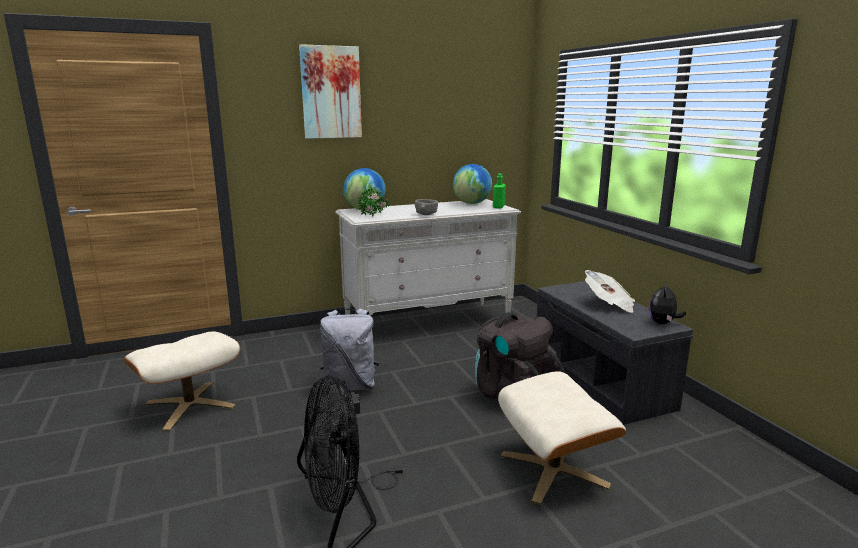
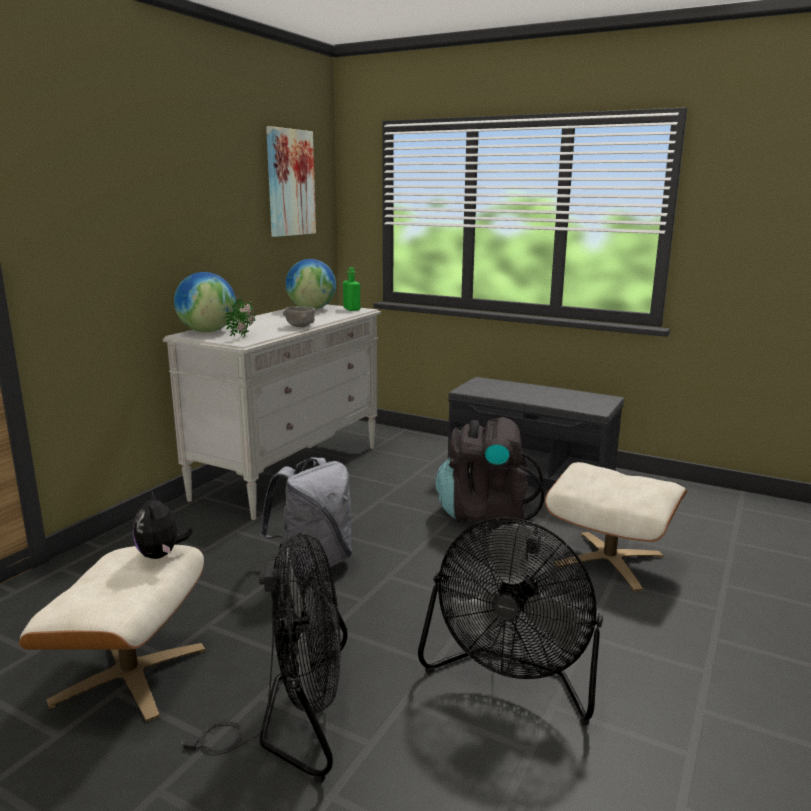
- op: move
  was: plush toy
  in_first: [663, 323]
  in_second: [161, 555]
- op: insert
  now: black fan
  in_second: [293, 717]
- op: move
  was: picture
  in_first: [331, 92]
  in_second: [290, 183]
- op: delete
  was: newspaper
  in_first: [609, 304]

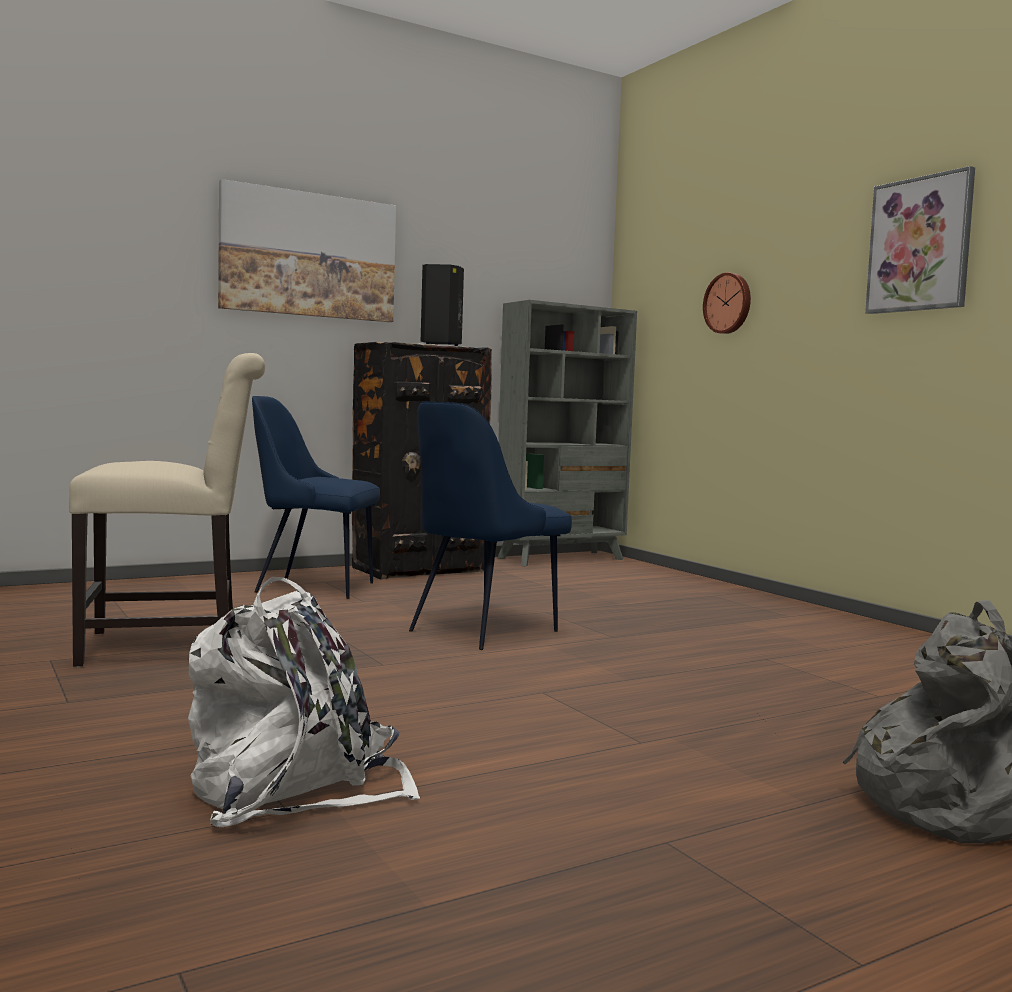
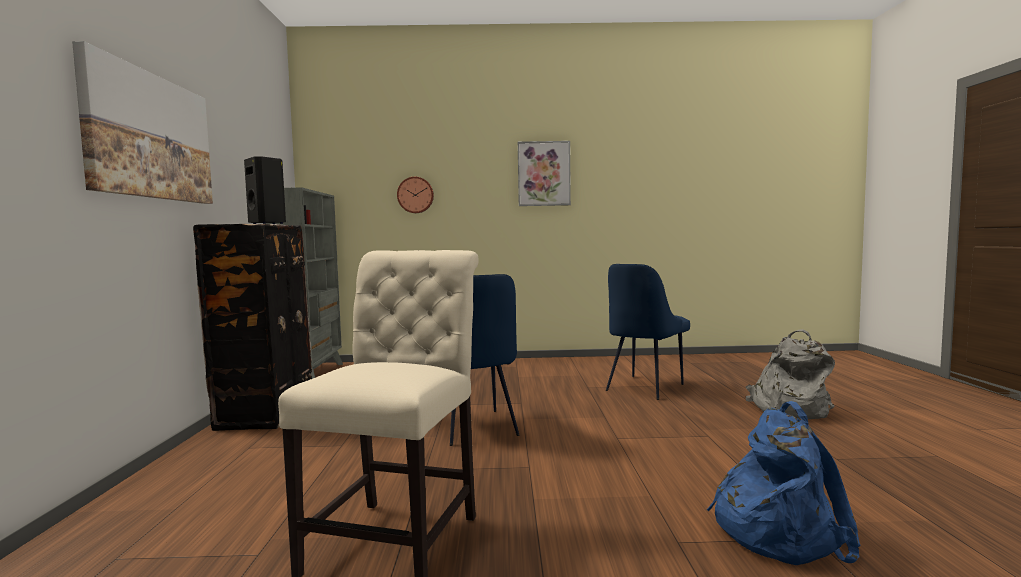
- op: move
  was: blue chair
  in_first: [314, 587]
  in_second: [645, 388]
- op: recolor
  was: white backpack
  now: blue backpack
  in_first: [294, 788]
  in_second: [777, 530]

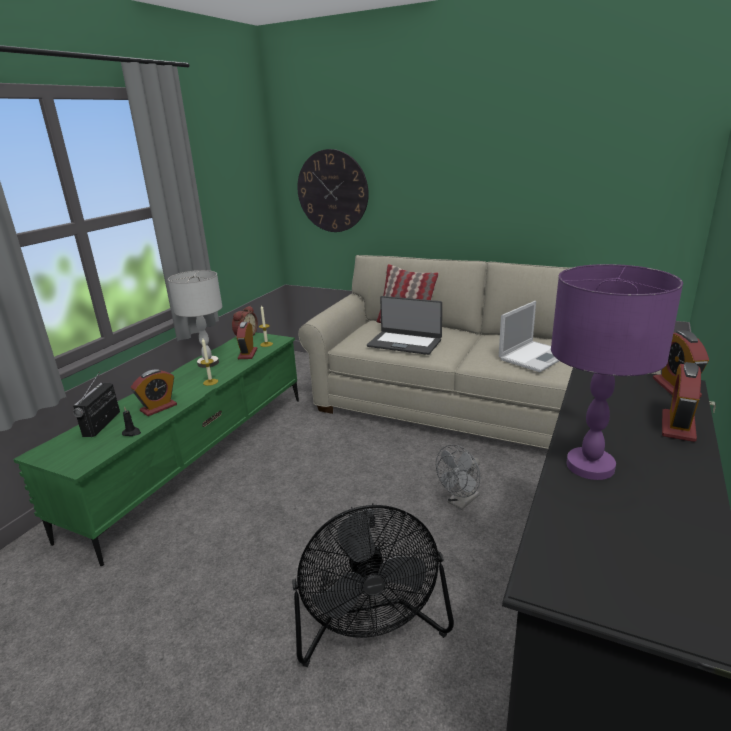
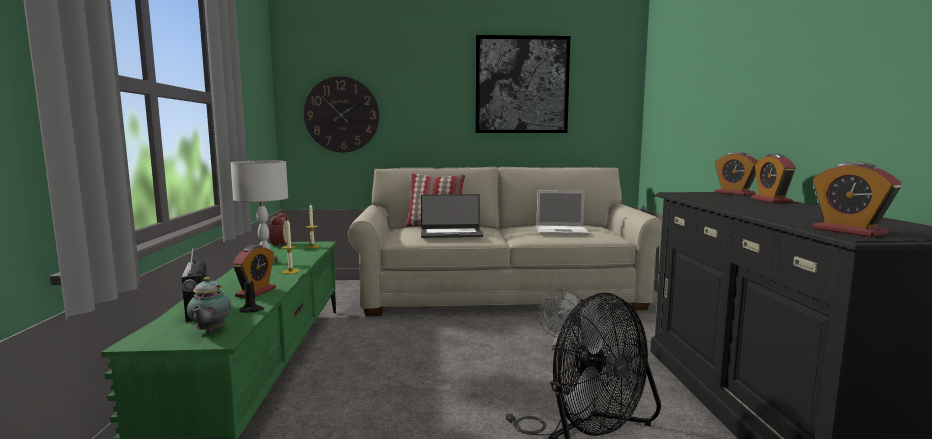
- op: insert
  now: teapot
  in_second: [210, 331]
- op: insert
  now: picture
  in_second: [521, 85]
- op: rotate
  was: laptop
  in_first: [535, 356]
  in_second: [563, 231]
  clockwise: 75
- op: move
  was: alarm clock
  in_first: [247, 354]
  in_second: [848, 231]
- op: delete
  was: purple table lamp
  in_first: [589, 466]

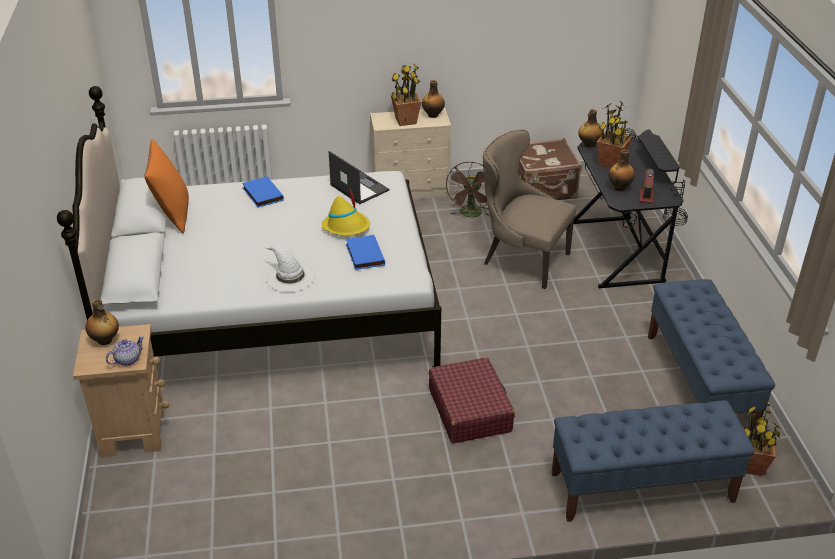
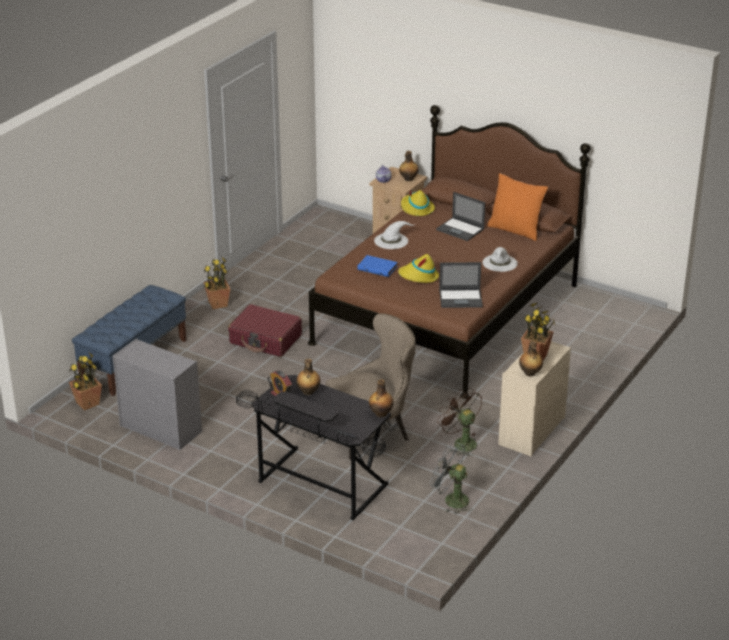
- op: replace
  was: blue bench
  now: grey dresser
  in_first: [699, 383]
  in_second: [160, 428]
- op: move
  was: potted plant
  in_first: [611, 163]
  in_second: [217, 304]
- op: recolor
  was: white bed
  now: brown bed
  in_first: [273, 313]
  in_second: [447, 314]
- op: insert
  now: yellow hat
  in_second: [416, 208]
- op: replace
  was: brown suitcase
  now: grey fan
  in_first: [543, 190]
  in_second: [451, 500]
- op: insert
  now: laptop
  in_second: [460, 229]
- op: replace
  was: blue book
  now: white hat
  in_first: [261, 194]
  in_second: [500, 263]

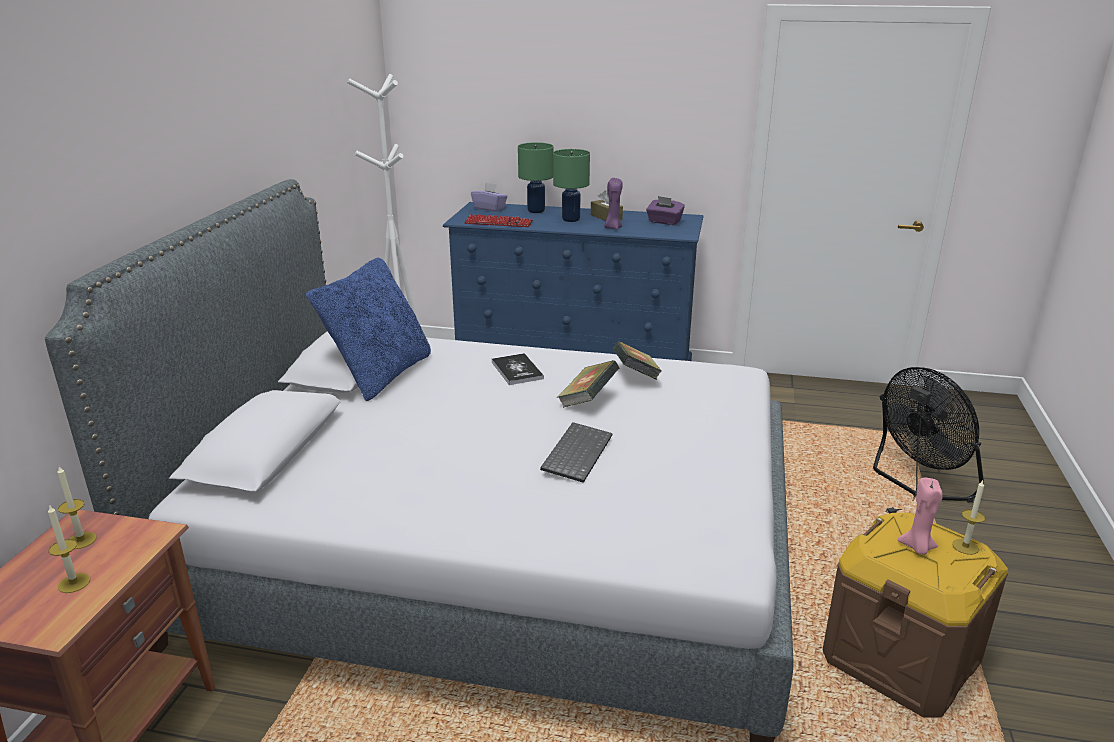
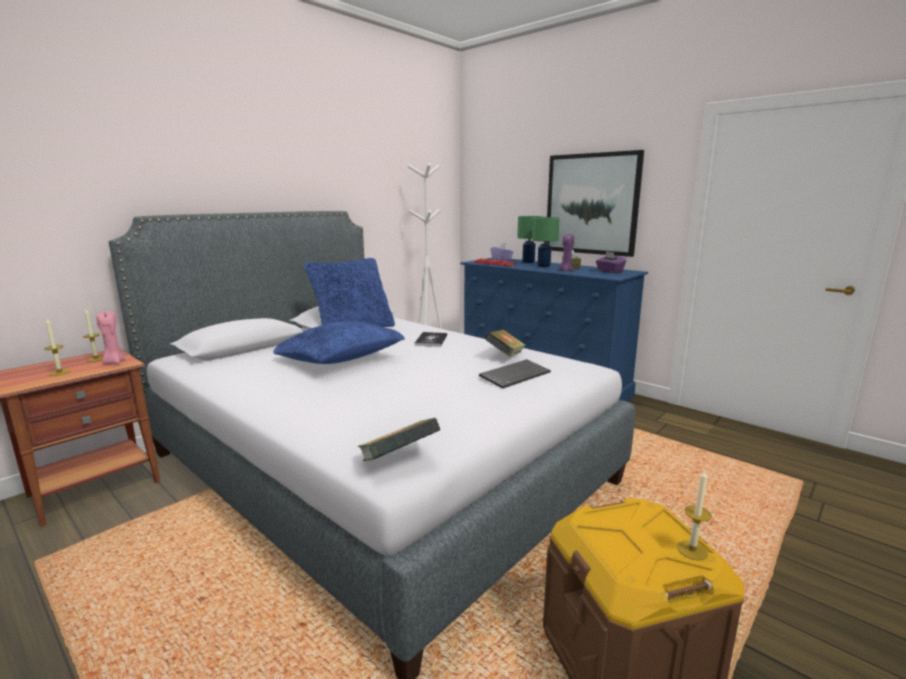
- op: move
  was: pink candle
  in_first: [917, 547]
  in_second: [114, 362]
- op: insert
  now: blue pillow
  in_second: [339, 360]
- op: move
  was: book
  in_first: [588, 400]
  in_second: [399, 460]
- op: move
  was: keyboard
  in_first: [576, 453]
  in_second: [515, 375]
- op: insert
  now: picture
  in_second: [591, 204]
- op: delete
  was: black fan
  in_first: [911, 483]

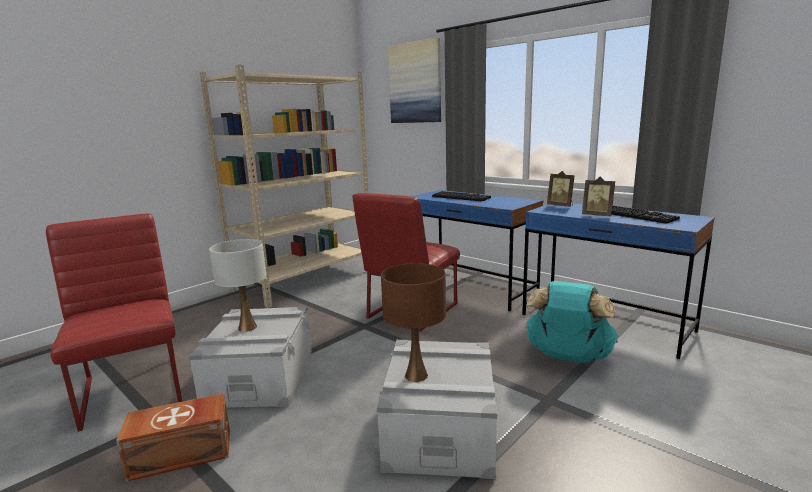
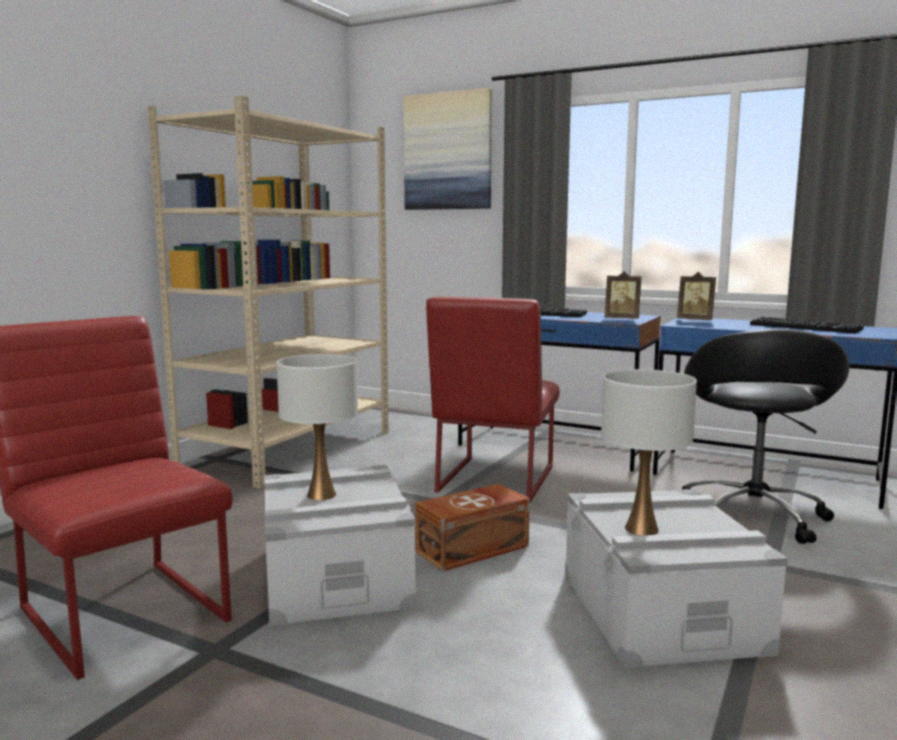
- op: move
  was: brown storage box
  in_first: [183, 454]
  in_second: [474, 549]
- op: recolor
  was: brown table lamp
  now: white table lamp
  in_first: [416, 375]
  in_second: [641, 529]
- op: move
  was: picture frame
  in_first: [597, 215]
  in_second: [622, 319]
- op: replace
  was: turquoise backpack
  now: black office chair
  in_first: [567, 358]
  in_second: [752, 518]

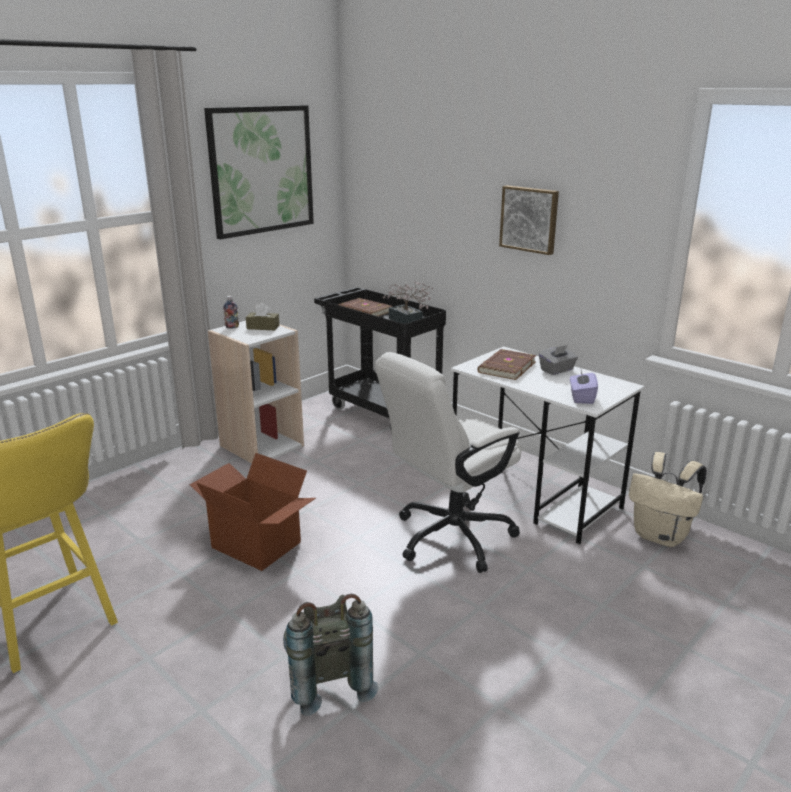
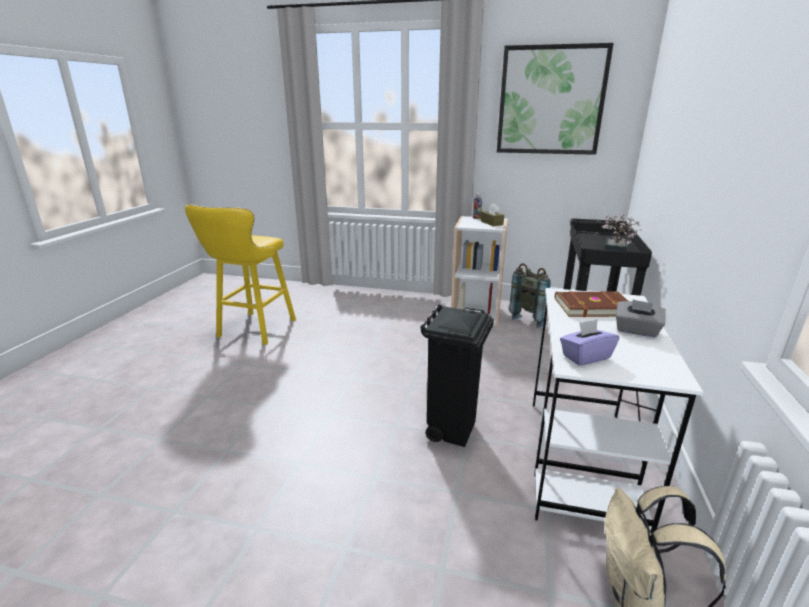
- op: replace
  was: white office chair
  now: black trash can
  in_first: [449, 539]
  in_second: [452, 430]
- op: move
  was: grey backpack
  in_first: [326, 681]
  in_second: [532, 318]
- op: delete
  was: cardboard box
  in_first: [257, 544]
- op: delete
  was: brown book
  in_first: [364, 311]
- op: delete
  was: picture
  in_first: [529, 219]

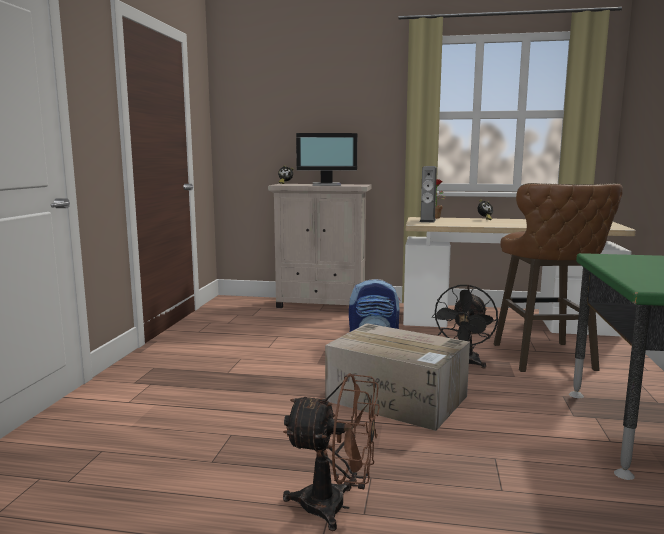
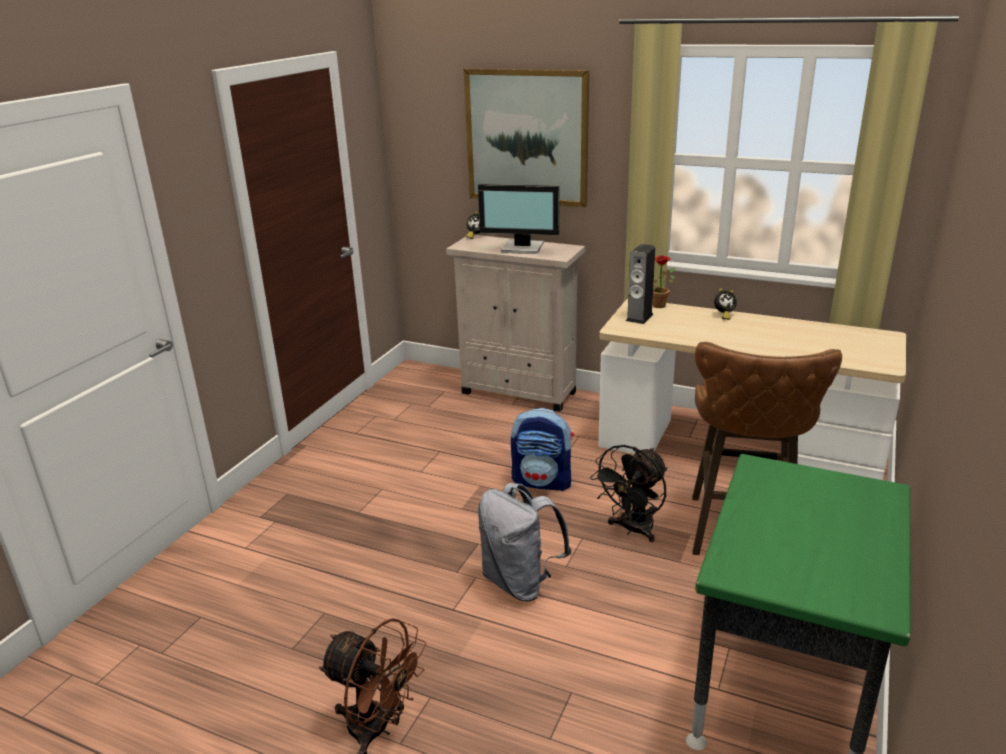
- op: insert
  now: picture
  in_second: [527, 137]
- op: replace
  was: cardboard box
  now: grey backpack
  in_first: [398, 399]
  in_second: [520, 582]

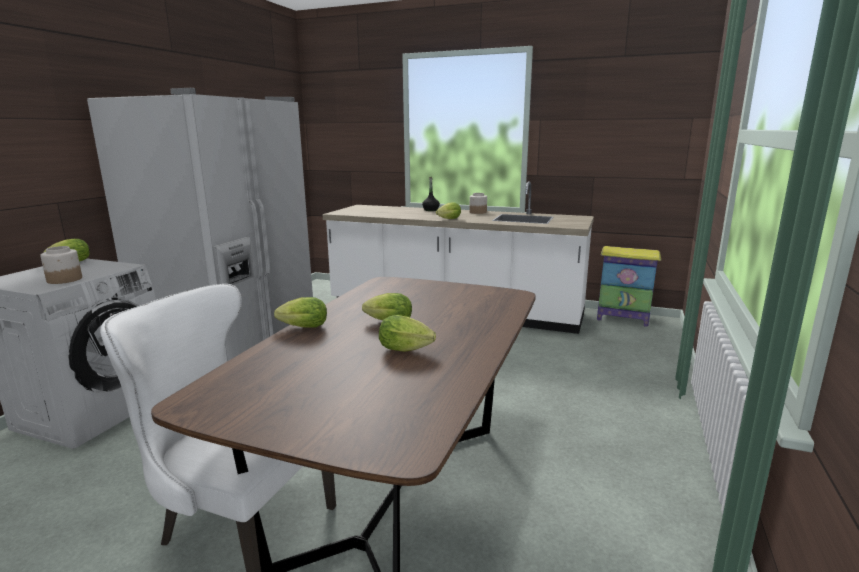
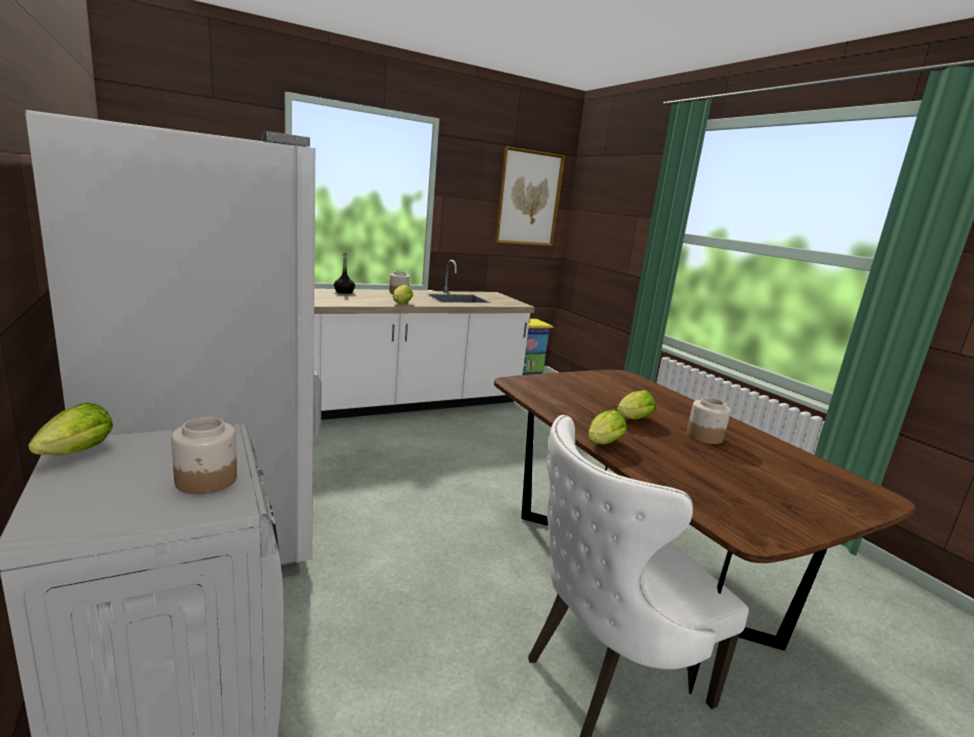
- op: insert
  now: picture
  in_second: [529, 198]
- op: replace
  was: lettuce
  now: jar
  in_first: [408, 350]
  in_second: [704, 436]

